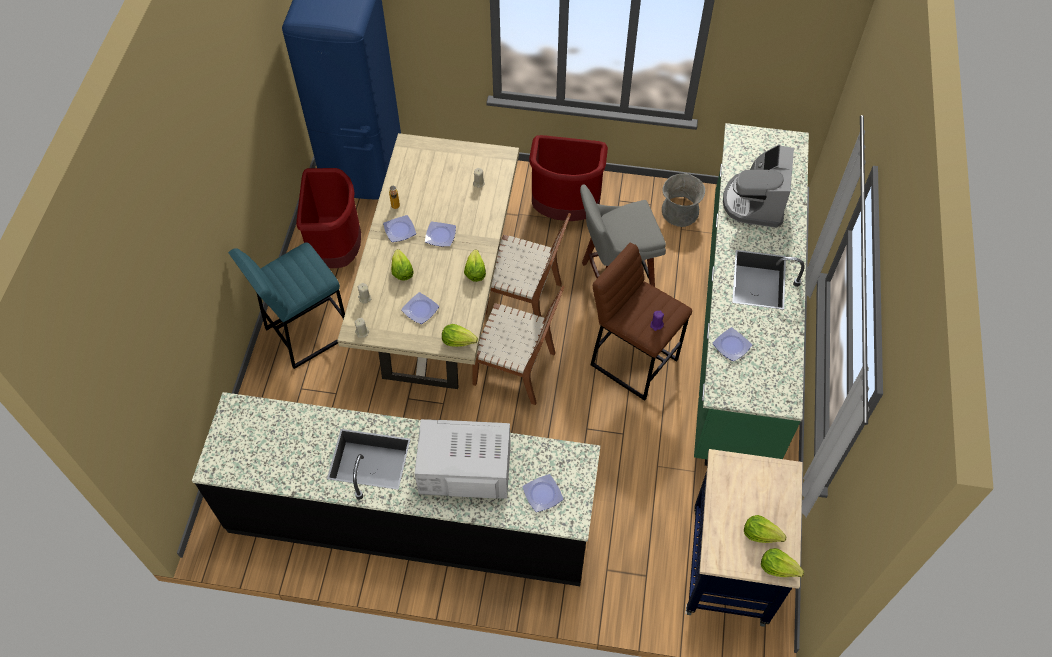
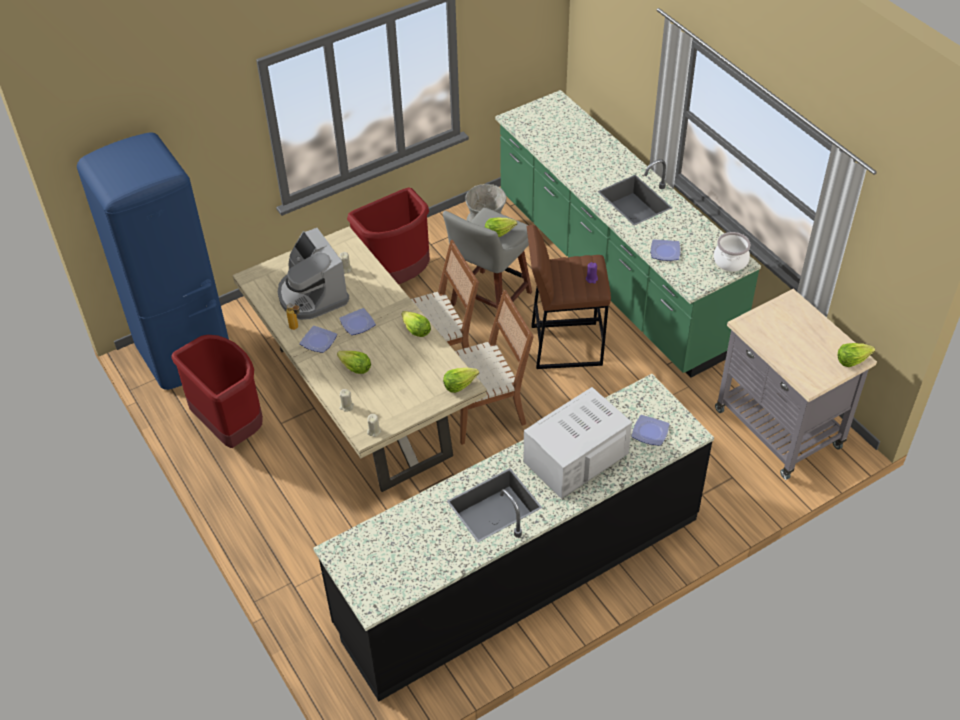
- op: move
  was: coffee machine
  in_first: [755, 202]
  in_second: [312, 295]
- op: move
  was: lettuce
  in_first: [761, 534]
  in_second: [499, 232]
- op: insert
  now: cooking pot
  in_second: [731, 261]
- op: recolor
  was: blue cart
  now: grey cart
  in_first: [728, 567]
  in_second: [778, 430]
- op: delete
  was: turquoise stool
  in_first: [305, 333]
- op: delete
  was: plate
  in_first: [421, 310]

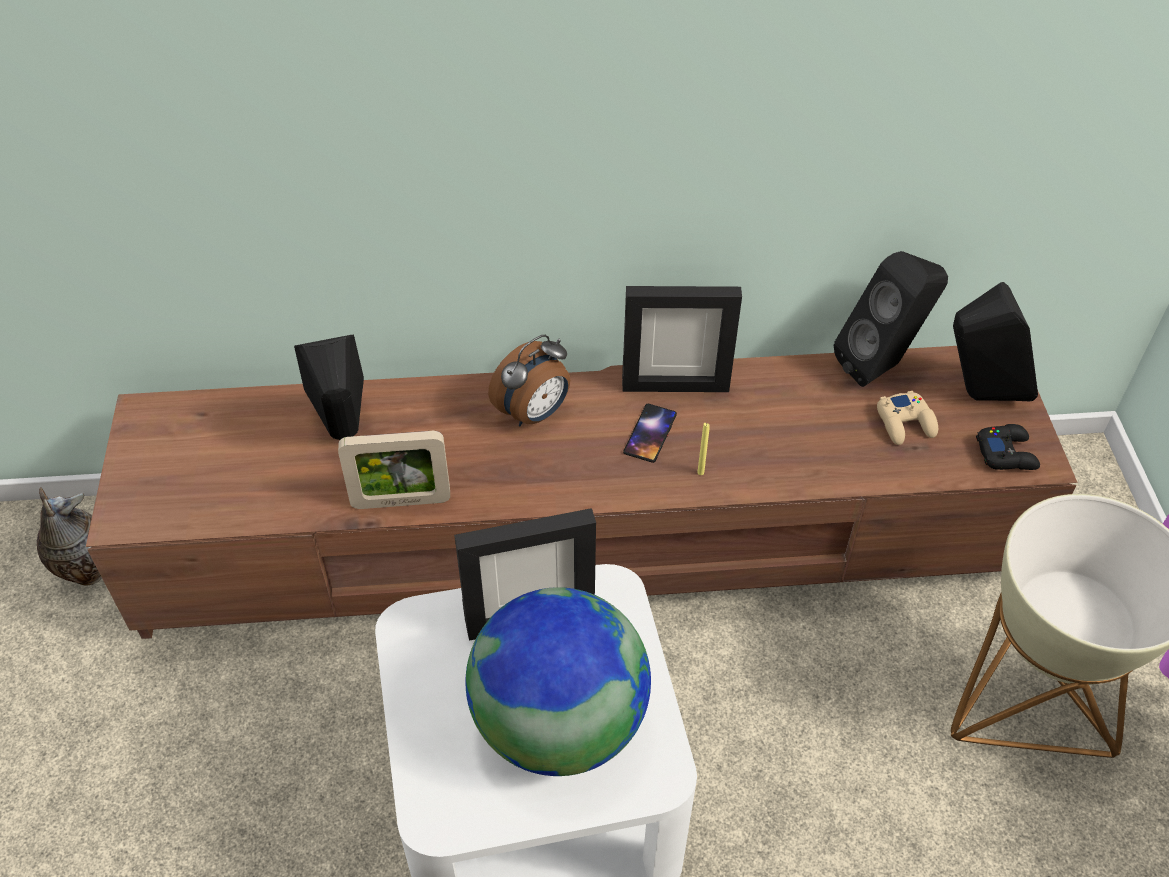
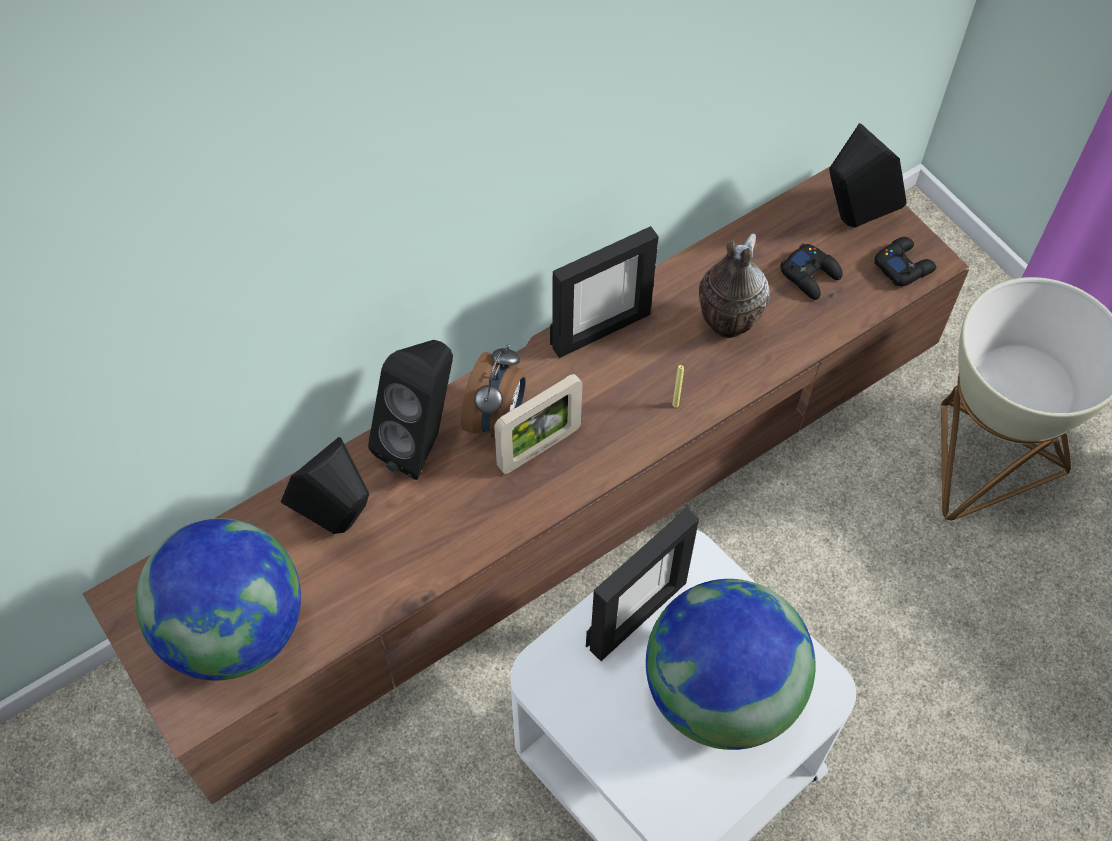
- op: insert
  now: globe
  in_second: [234, 629]
- op: move
  was: black speaker
  in_first: [881, 366]
  in_second: [422, 441]
- op: move
  was: picture frame
  in_first: [401, 501]
  in_second: [539, 448]
- op: move
  was: vase
  in_first: [86, 571]
  in_second: [725, 325]
- op: recolor
  was: beige game controller
  now: black game controller
  in_first: [905, 423]
  in_second: [810, 275]
- op: delete
  was: phone
  in_first: [650, 433]

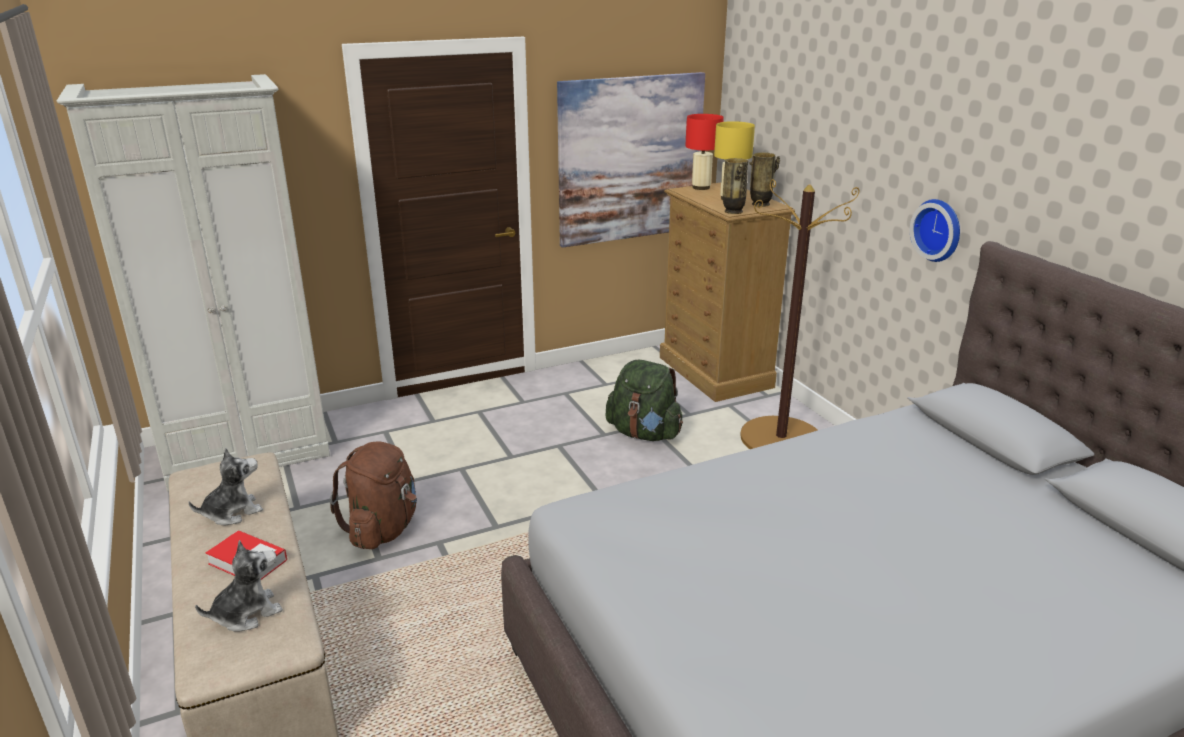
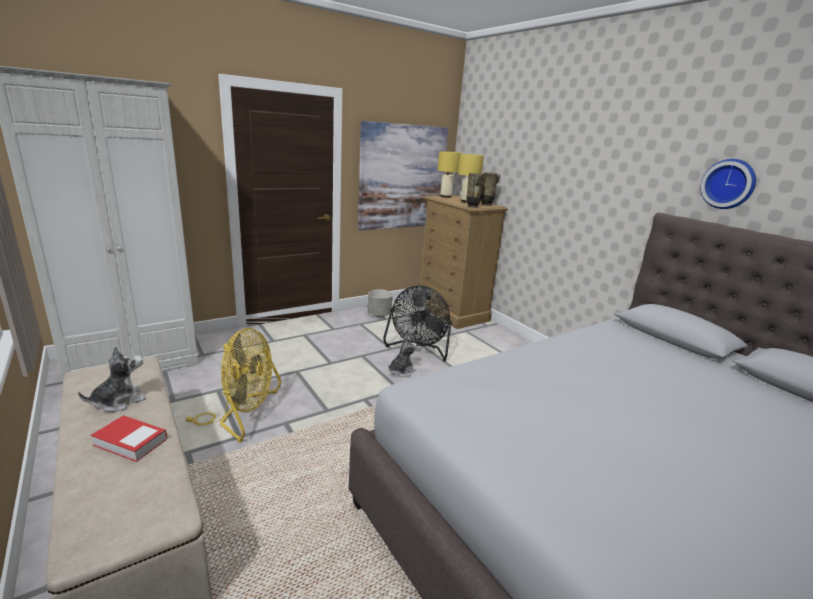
- op: replace
  was: brown backpack
  now: yellow fan
  in_first: [383, 529]
  in_second: [241, 415]
- op: insert
  now: grey planter
  in_second: [379, 314]
- op: replace
  was: green backpack
  now: black fan
  in_first: [644, 433]
  in_second: [417, 348]
- op: move
  was: plush toy
  in_first: [247, 613]
  in_second: [401, 371]
- op: recolor
  was: red table lamp
  now: yellow table lamp
  in_first: [701, 187]
  in_second: [446, 197]
- op: move
  was: wall clock
  in_first: [939, 230]
  in_second: [729, 184]
- op: delete
  was: brown clothes rack
  in_first: [781, 438]

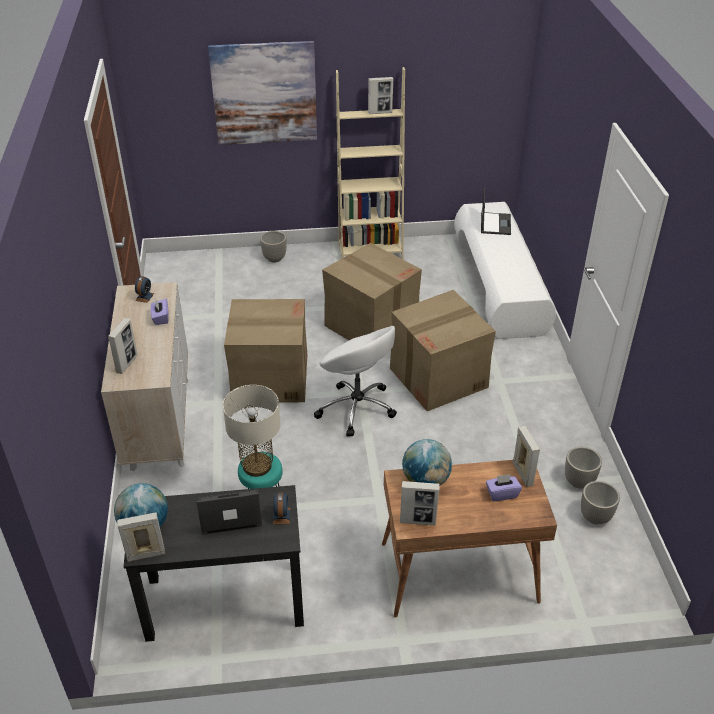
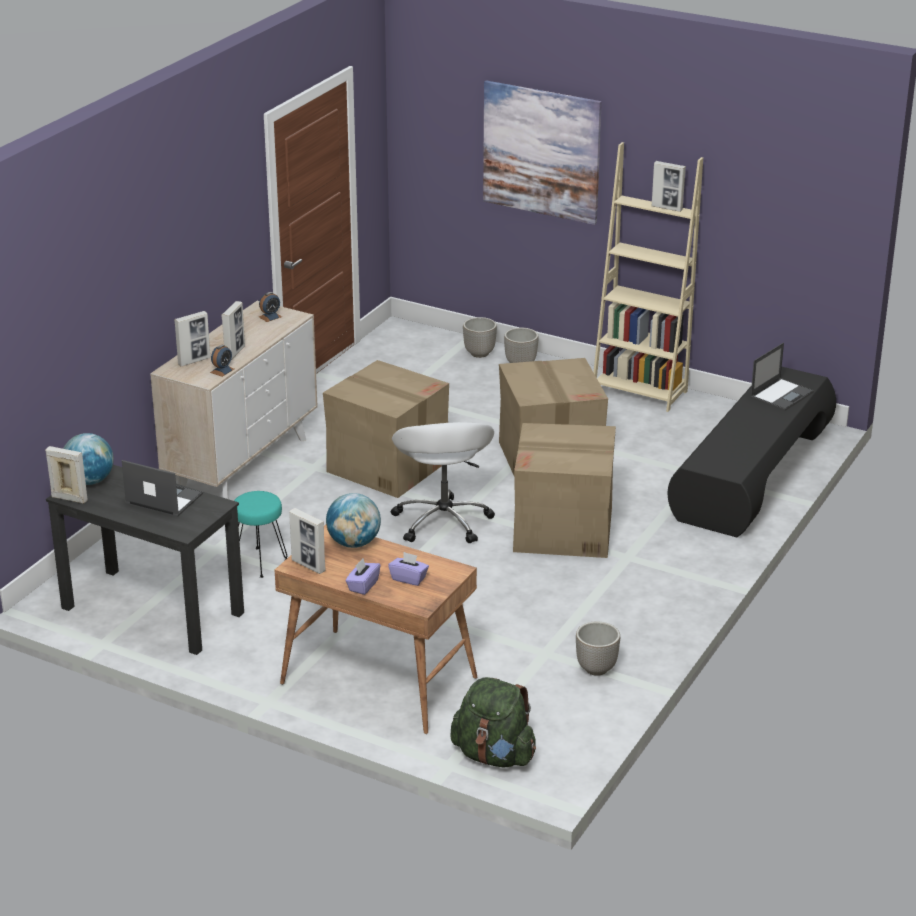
- op: move
  was: alarm clock
  in_first: [281, 516]
  in_second: [222, 370]
- op: move
  was: picture frame
  in_first: [522, 474]
  in_second: [234, 353]
- op: move
  was: purple tissue box
  in_first: [161, 318]
  in_second: [363, 586]
- op: insert
  now: green backpack
  in_second: [494, 755]
- op: move
  was: planter
  in_first: [595, 516]
  in_second: [479, 353]
- op: recolor
  was: white bench
  now: black bench
  in_first: [499, 284]
  in_second: [753, 473]
- op: delete
  was: table lamp
  in_first: [257, 466]

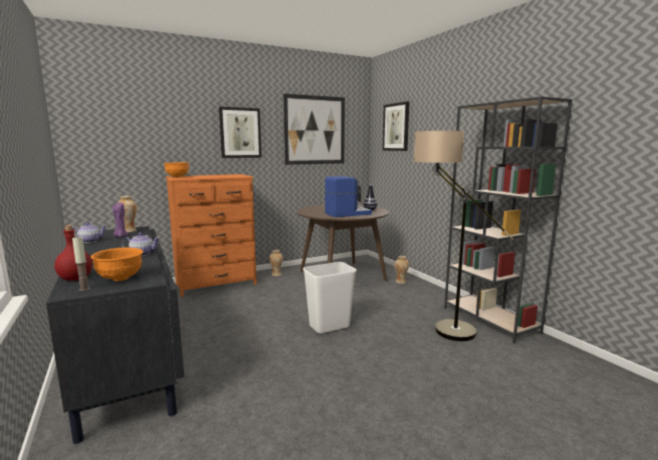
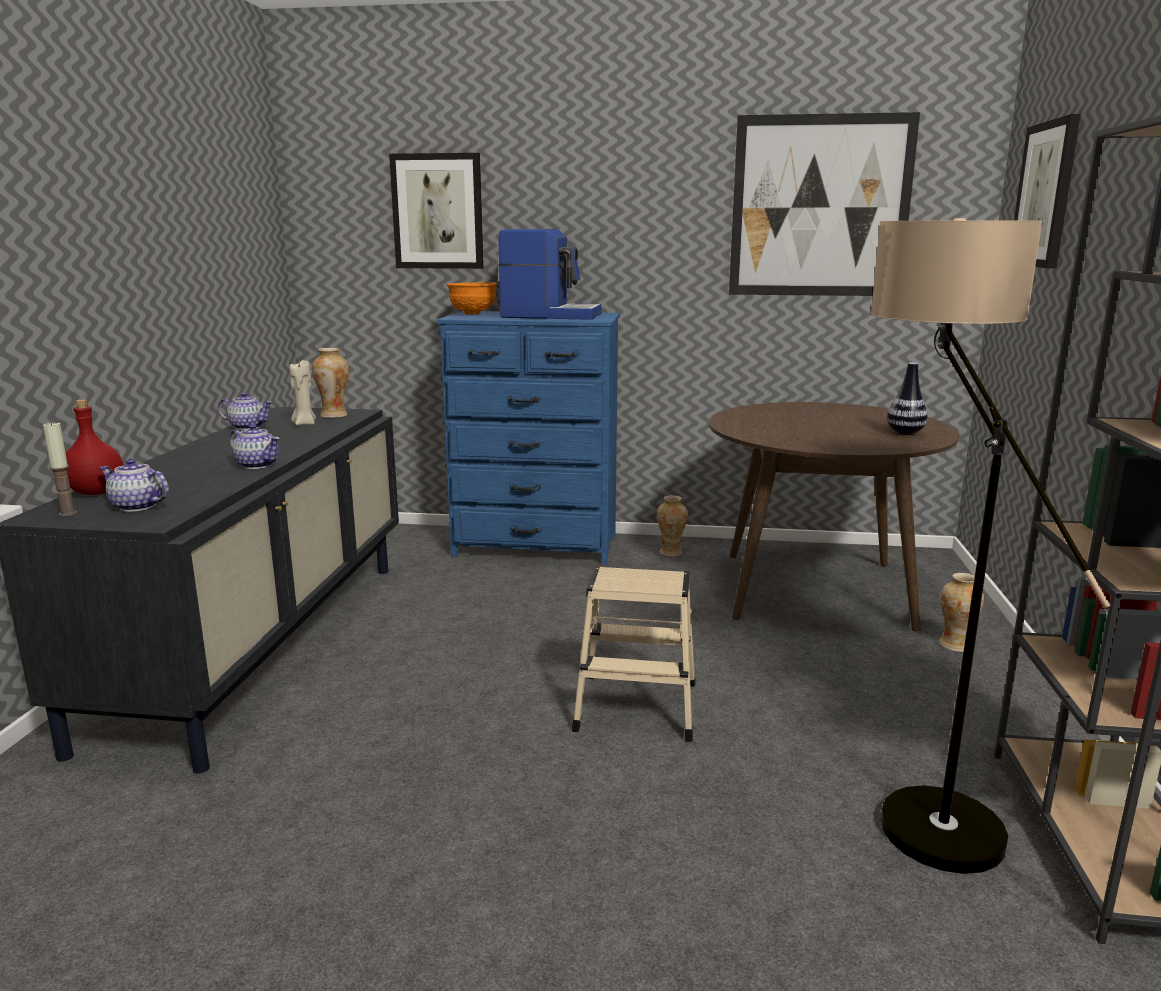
- op: replace
  was: orange bowl
  now: teapot
  in_first: [120, 279]
  in_second: [137, 506]
- op: recolor
  was: purple candle
  now: beige candle
  in_first: [121, 236]
  in_second: [304, 424]
- op: move
  was: picture
  in_first: [240, 133]
  in_second: [438, 211]
- op: recolor
  was: orange dresser
  now: blue dresser
  in_first: [216, 284]
  in_second: [535, 547]
- op: move
  was: coffee machine
  in_first: [347, 214]
  in_second: [550, 315]
- op: replace
  was: white trash can
  now: beige step ladder
  in_first: [329, 327]
  in_second: [636, 705]

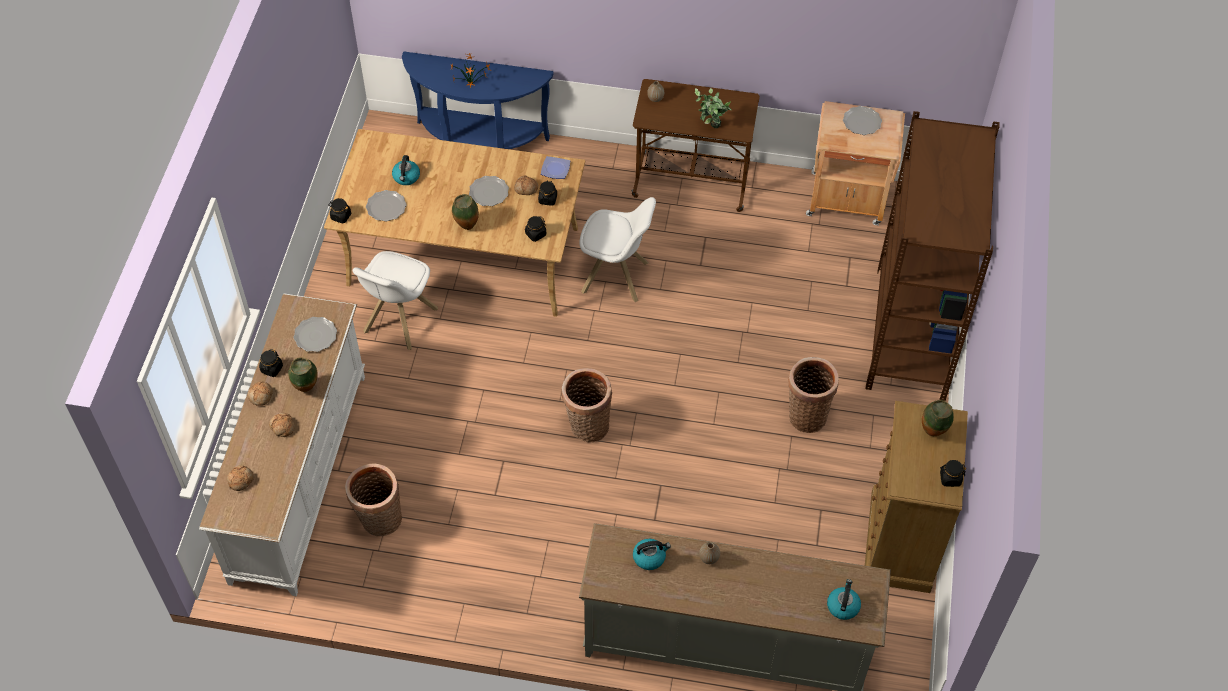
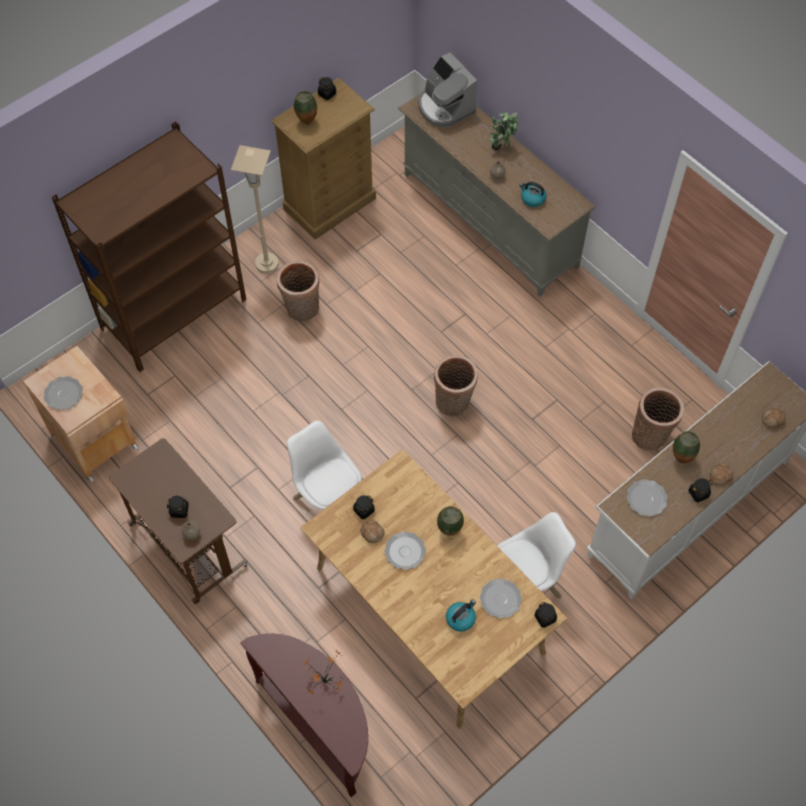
- op: move
  was: black jar
  in_first: [535, 234]
  in_second: [179, 510]
- op: insert
  now: beige floor lamp
  in_second: [267, 264]
- op: recolor
  was: blue console table
  now: brown console table
  in_first: [479, 142]
  in_second: [320, 723]
- op: replace
  was: kettle
  now: coffee machine
  in_first: [843, 606]
  in_second: [445, 107]
- op: move
  was: potted plant
  in_first: [710, 129]
  in_second: [502, 147]
- op: delete
  was: bread
  in_first: [282, 427]
- op: delete
  was: plate
  in_first: [556, 169]

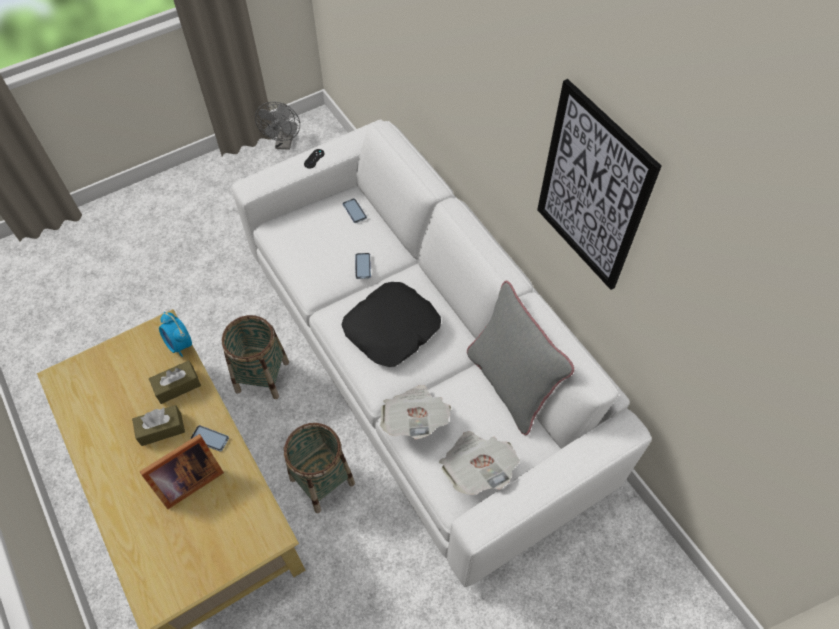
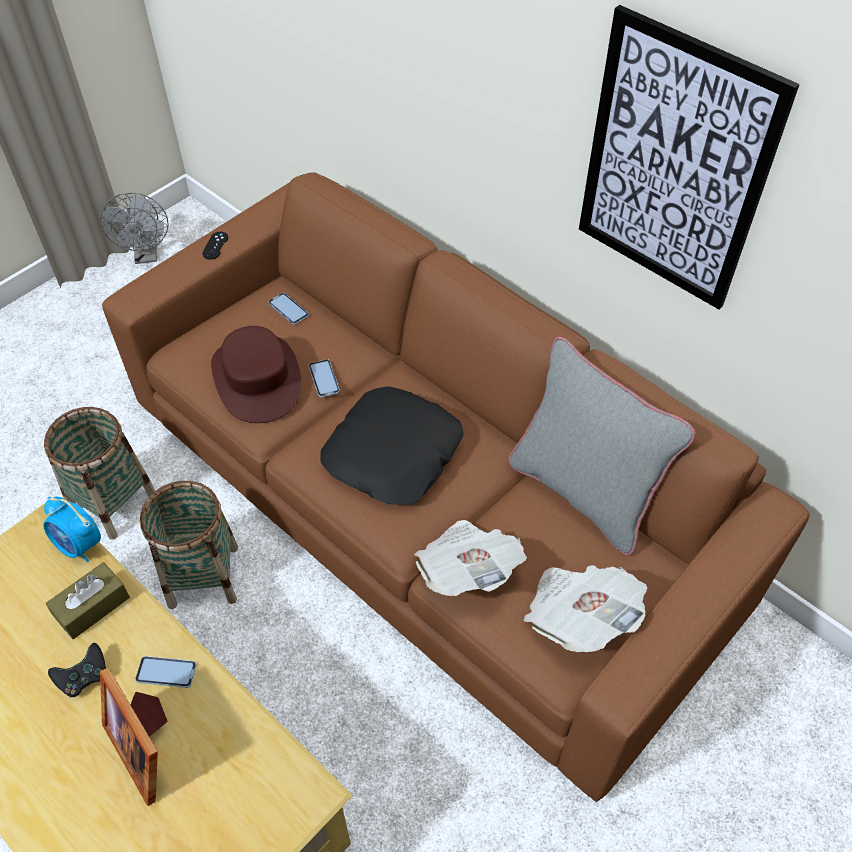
- op: move
  was: basket
  in_first: [322, 481]
  in_second: [113, 502]
- op: replace
  was: brown tissue box
  now: black game controller
  in_first: [161, 429]
  in_second: [84, 677]
- op: rotate
  was: picture frame
  in_first: [186, 480]
  in_second: [146, 745]
  clockwise: 105
- op: recolor
  was: white sofa
  now: brown sofa
  in_first: [419, 361]
  in_second: [426, 502]
- op: insert
  now: brown hat
  in_second: [257, 378]

